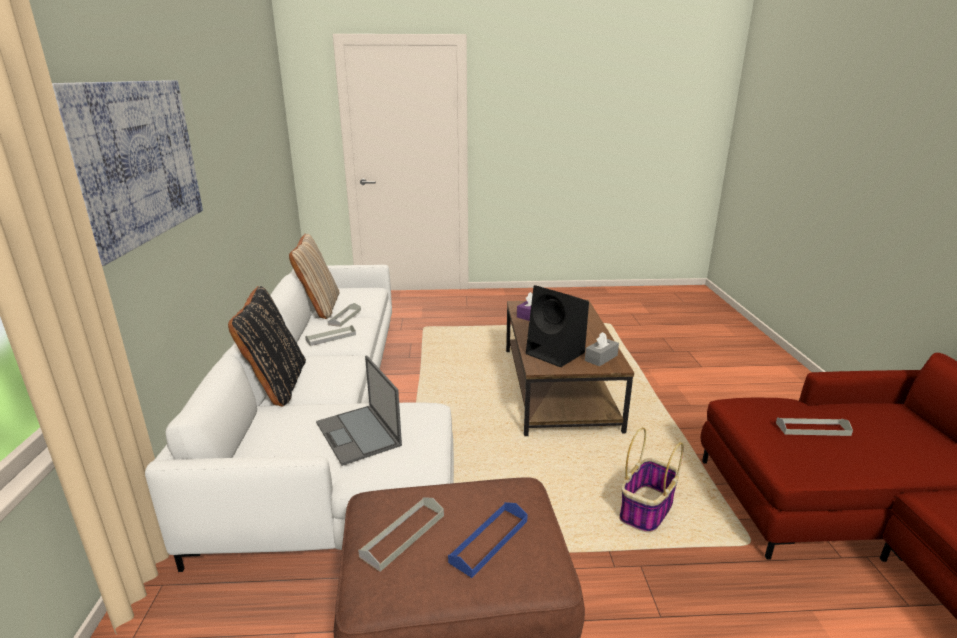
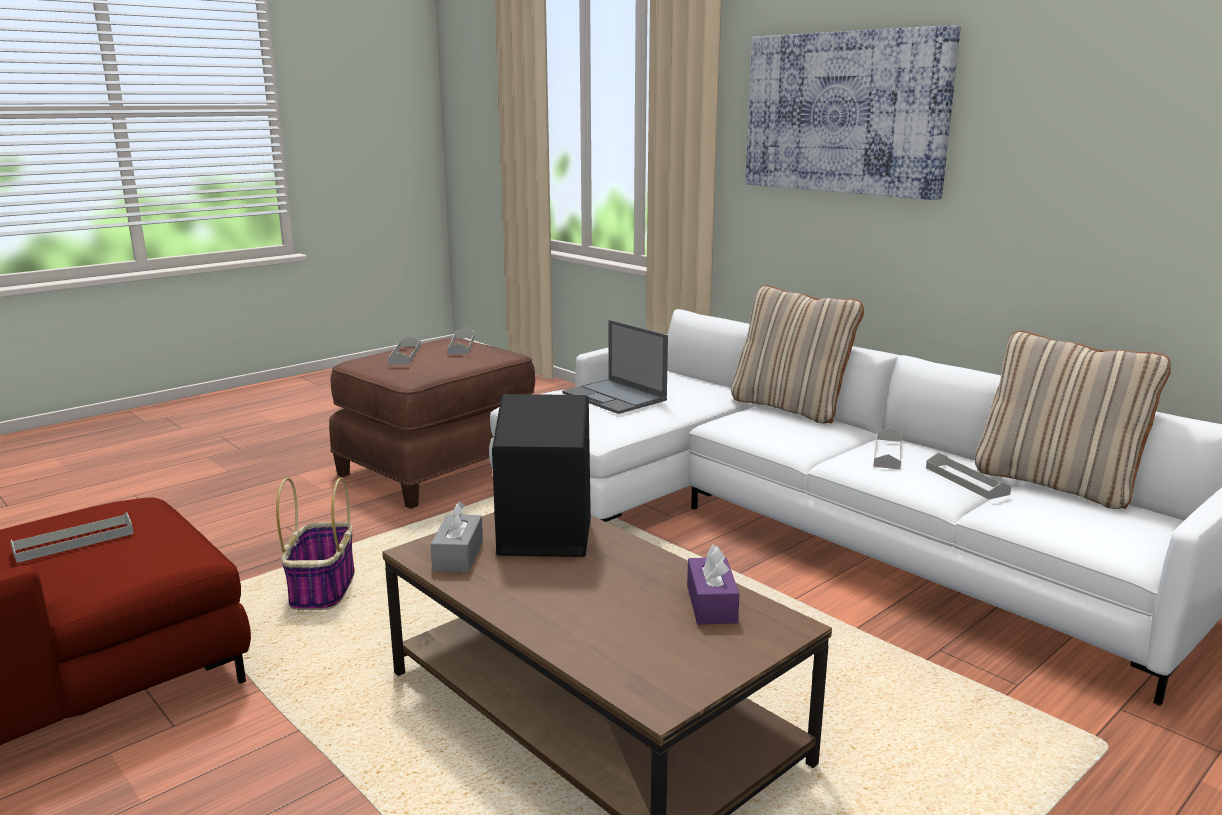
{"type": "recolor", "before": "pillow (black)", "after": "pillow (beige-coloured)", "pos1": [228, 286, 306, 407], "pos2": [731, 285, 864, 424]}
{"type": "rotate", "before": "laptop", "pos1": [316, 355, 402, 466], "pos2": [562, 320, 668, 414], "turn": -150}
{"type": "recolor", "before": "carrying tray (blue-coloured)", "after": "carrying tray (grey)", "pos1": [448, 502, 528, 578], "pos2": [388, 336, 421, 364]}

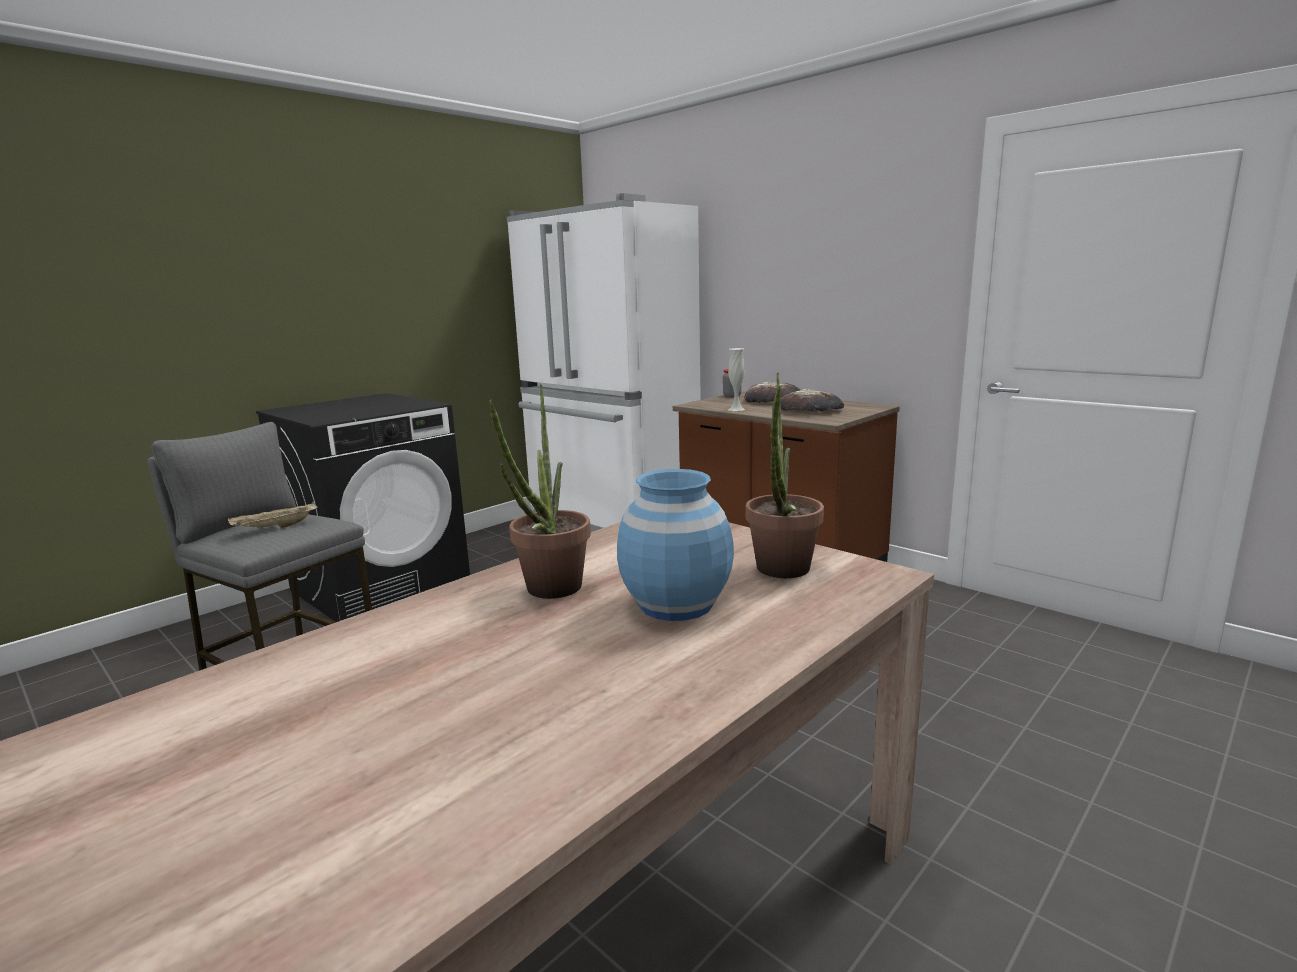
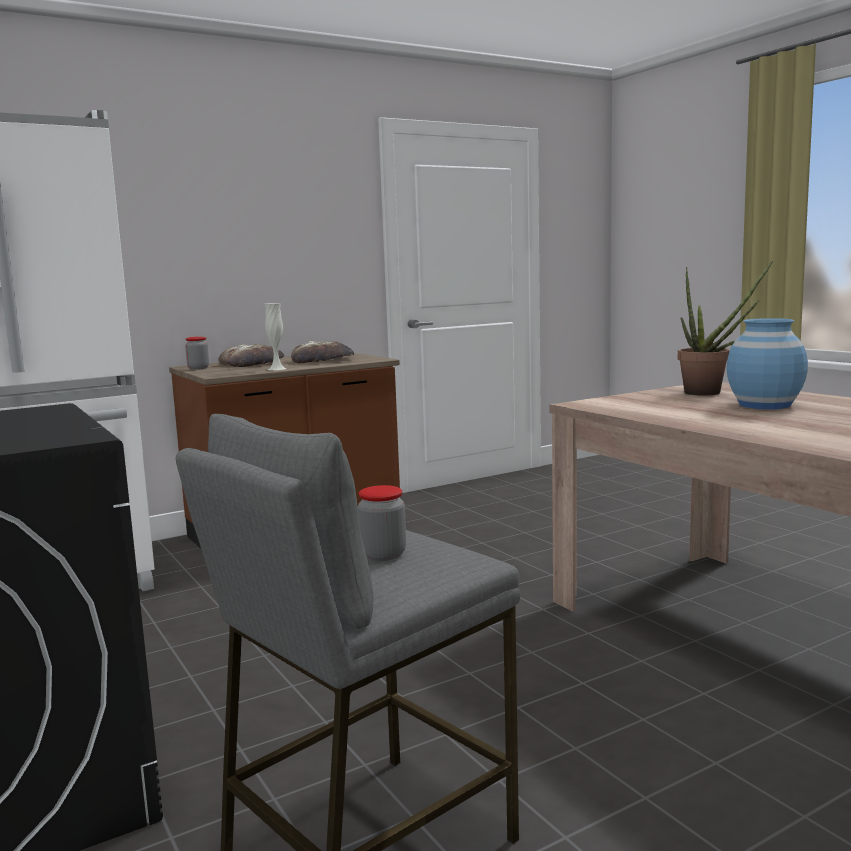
{"type": "replace", "before": "carrying tray (beige-coloured)", "after": "jar", "pos1": [228, 502, 318, 528], "pos2": [358, 485, 406, 561]}
{"type": "delete", "before": "plant in a pot", "pos1": [489, 385, 591, 599]}

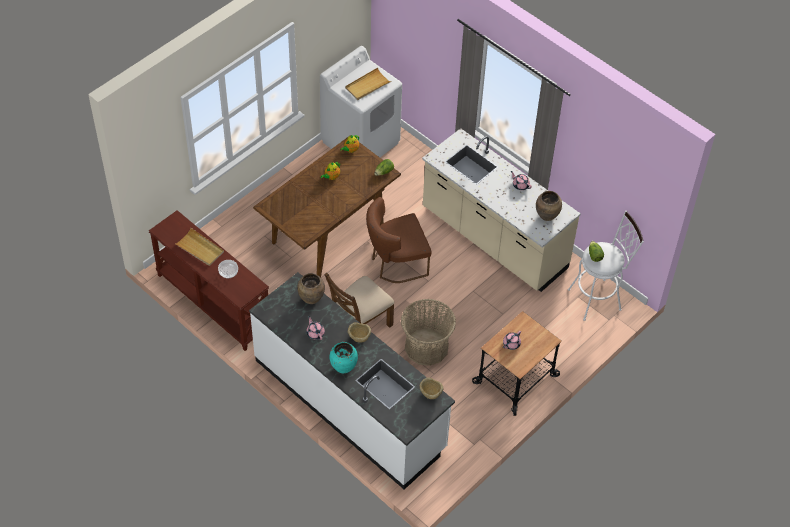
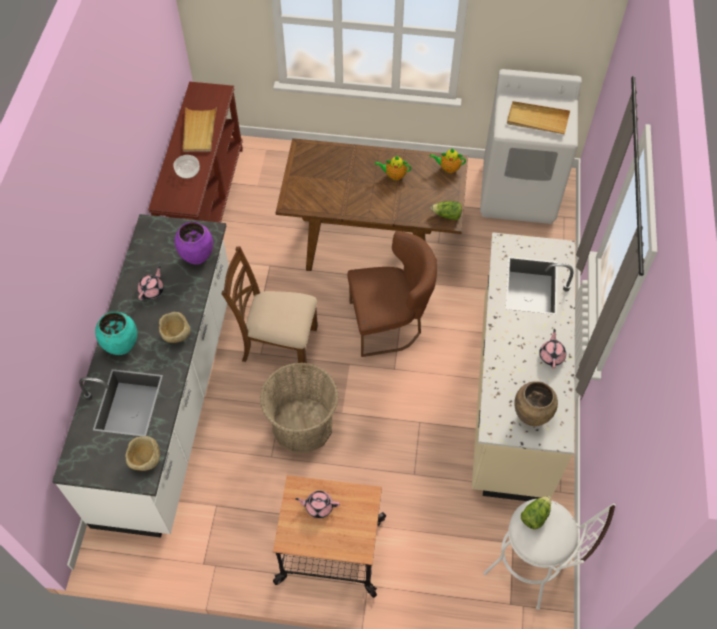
{"type": "recolor", "before": "flower vase (brown-coloured)", "after": "flower vase (purplish)", "pos1": [297, 273, 325, 304], "pos2": [175, 222, 213, 265]}
{"type": "rotate", "before": "upright chair (brown-coloured)", "pos1": [366, 197, 431, 283], "pos2": [348, 231, 437, 357], "turn": 135}

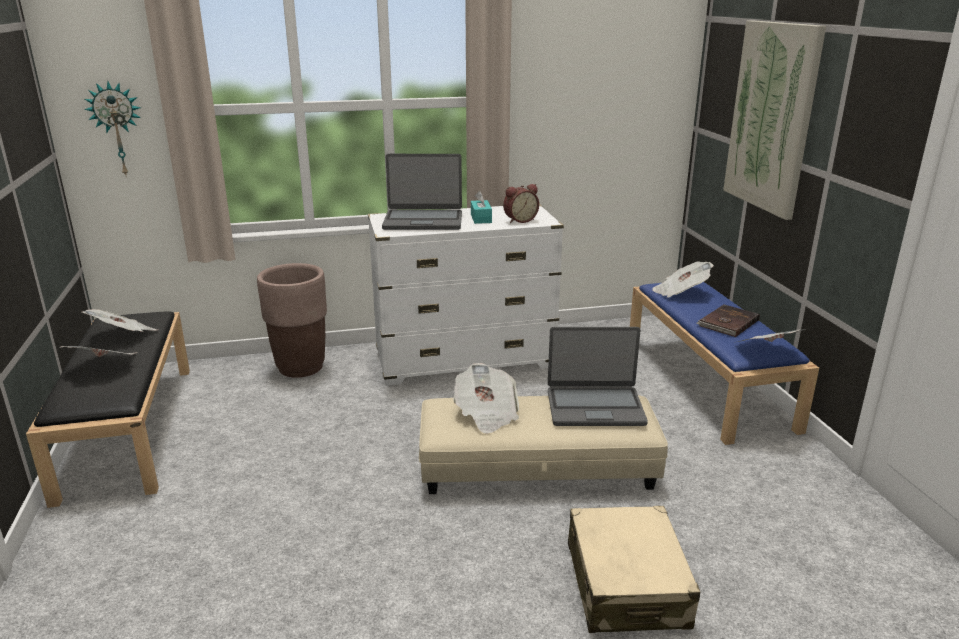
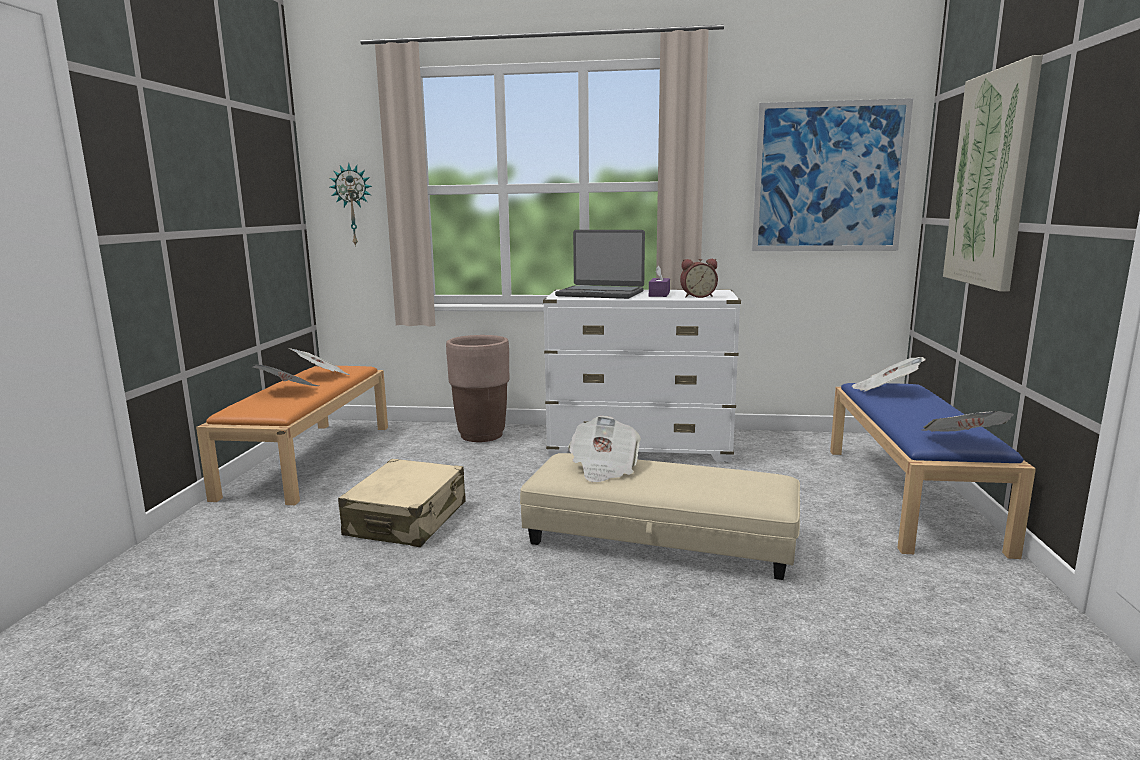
{"type": "recolor", "before": "bench (black)", "after": "bench (orange-coloured)", "pos1": [26, 311, 190, 508], "pos2": [196, 366, 388, 505]}
{"type": "recolor", "before": "tissue holder (turquoise)", "after": "tissue holder (purplish)", "pos1": [471, 191, 492, 224], "pos2": [649, 266, 670, 297]}
{"type": "delete", "before": "laptop", "pos1": [548, 327, 648, 426]}
{"type": "move", "before": "suitcase (beige-coloured)", "pos1": [568, 506, 700, 633], "pos2": [338, 459, 466, 547]}
{"type": "delete", "before": "volume (brown-coloured)", "pos1": [696, 305, 760, 337]}
{"type": "insert", "after": "picture", "pos2": [752, 98, 913, 251]}

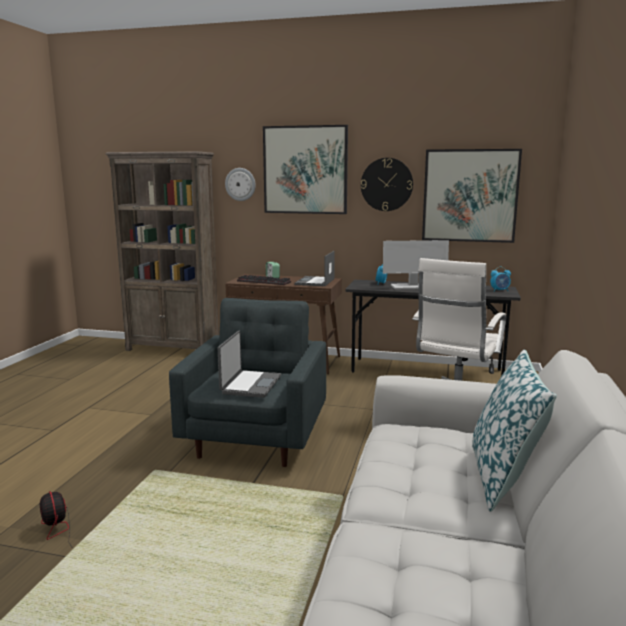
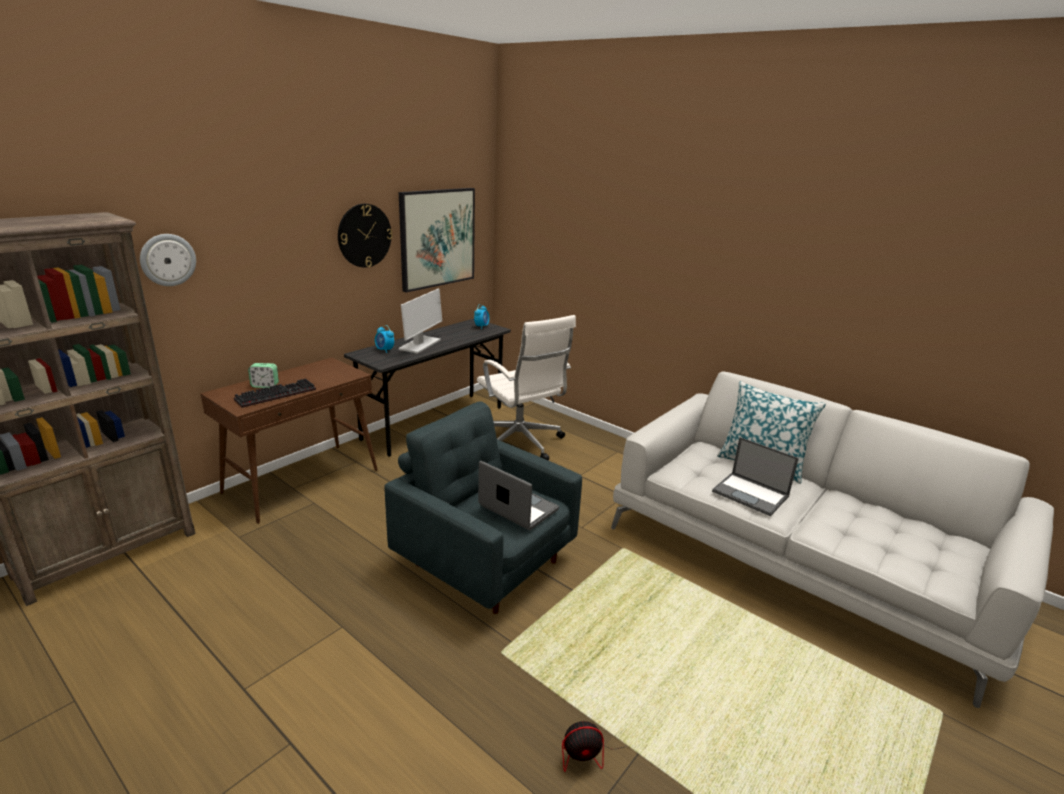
{"type": "delete", "before": "picture", "pos1": [263, 125, 348, 214]}
{"type": "move", "before": "laptop", "pos1": [294, 251, 335, 286], "pos2": [712, 437, 799, 516]}

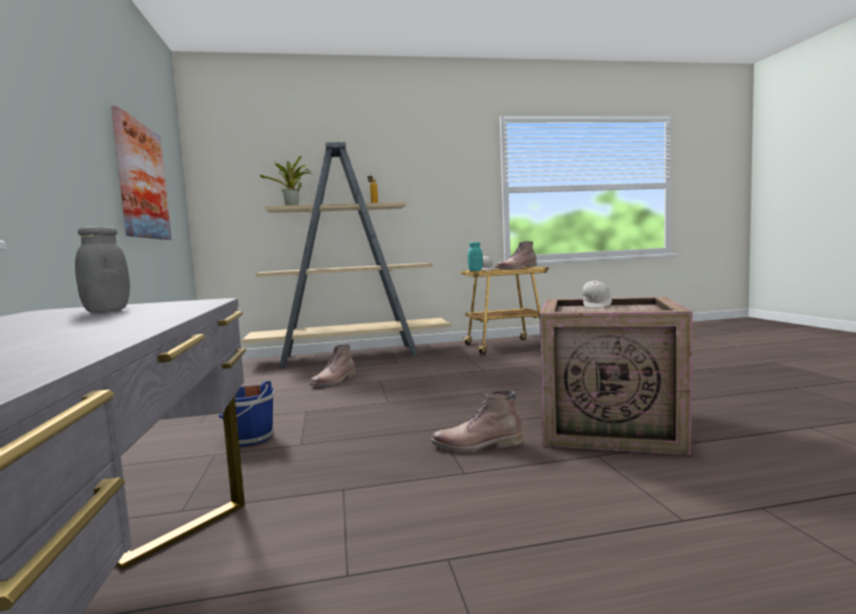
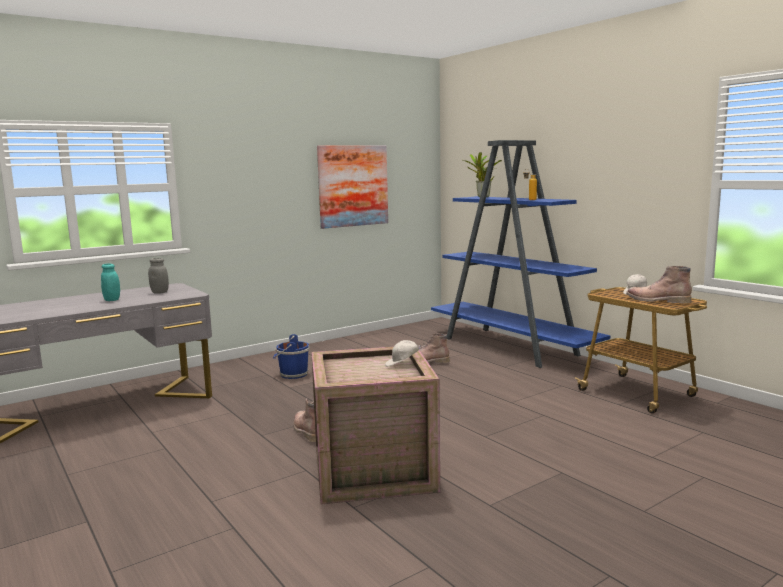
{"type": "recolor", "before": "bookshelf (beige-coloured)", "after": "bookshelf (blue-coloured)", "pos1": [242, 142, 451, 368], "pos2": [431, 140, 610, 368]}
{"type": "move", "before": "jar (turquoise)", "pos1": [467, 242, 483, 271], "pos2": [101, 264, 120, 301]}

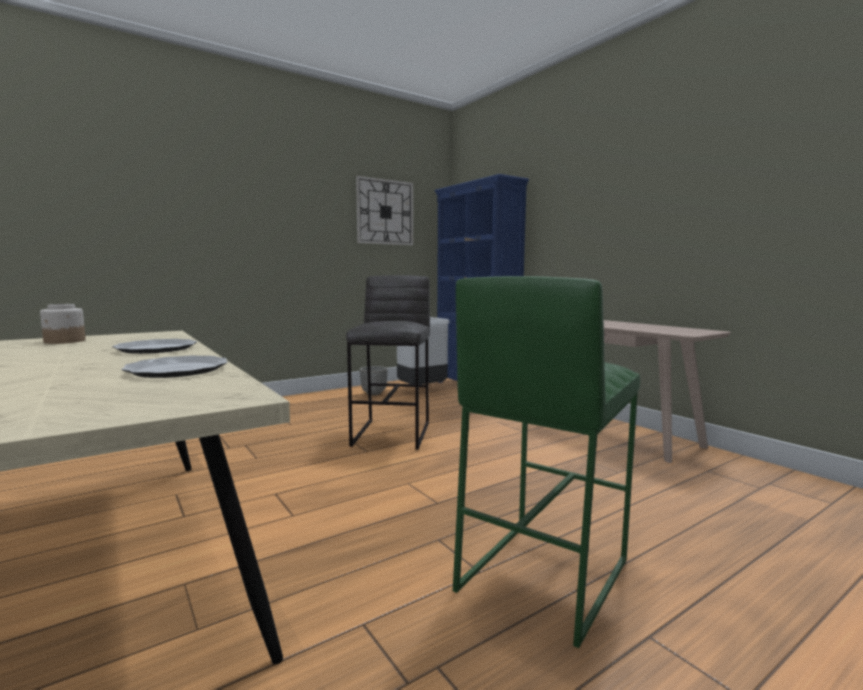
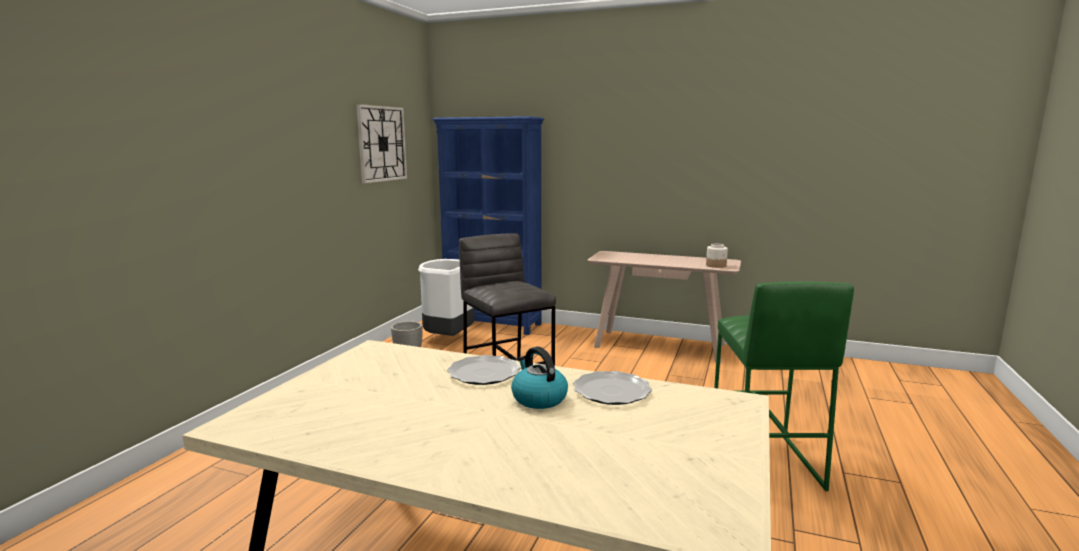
{"type": "move", "before": "jar", "pos1": [40, 304, 86, 344], "pos2": [706, 244, 728, 268]}
{"type": "insert", "after": "tea kettle", "pos2": [511, 347, 568, 409]}

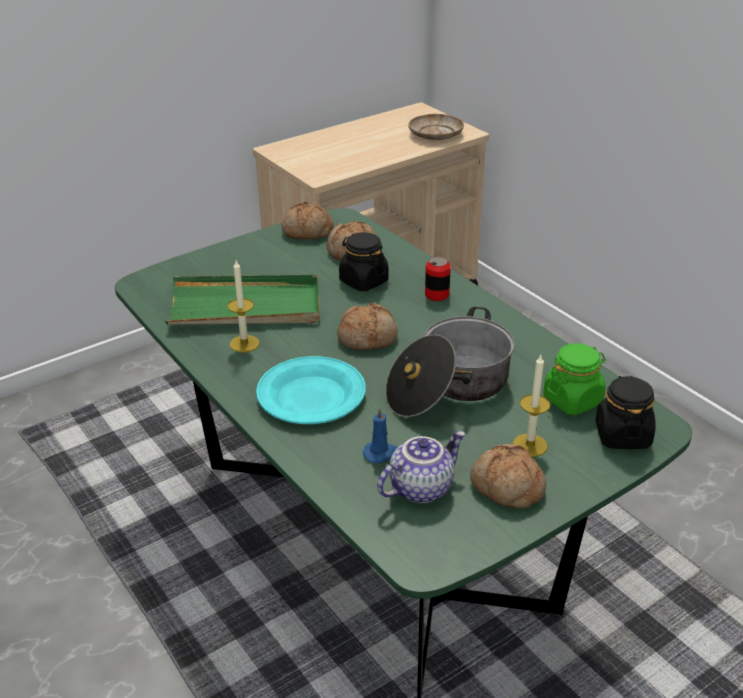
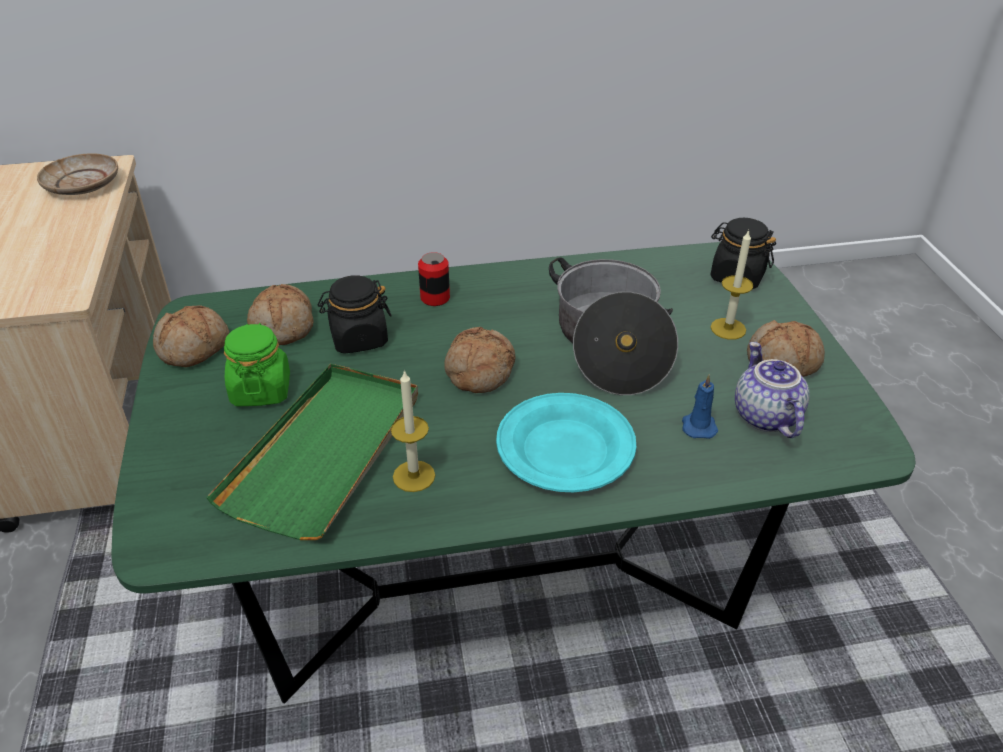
{"type": "move", "before": "jar (greenish)", "pos1": [543, 343, 606, 415], "pos2": [224, 323, 290, 406]}

